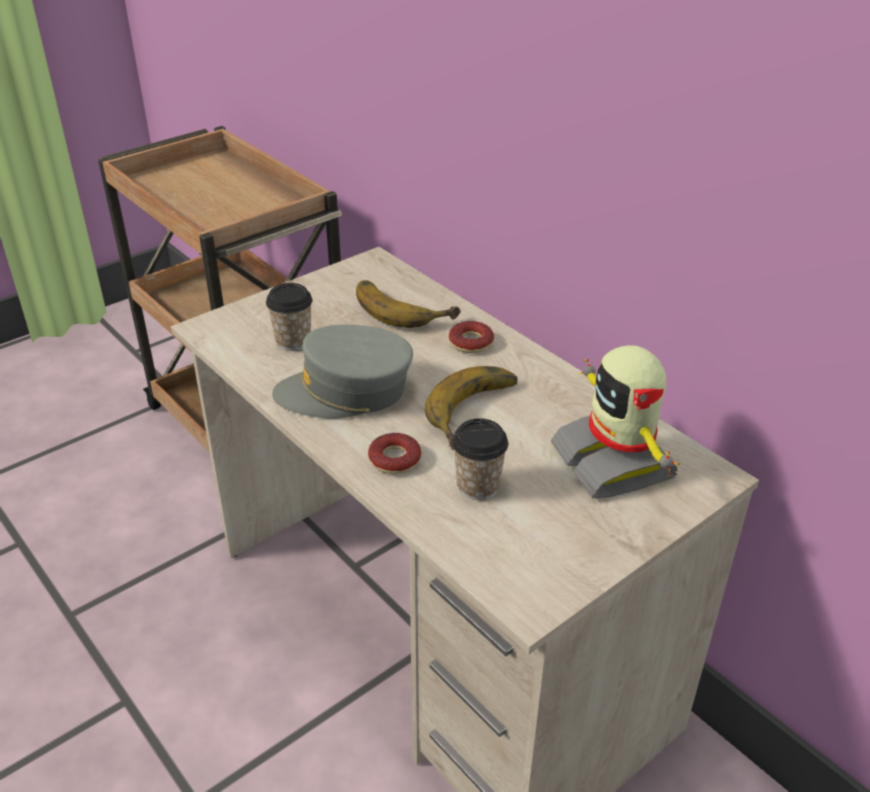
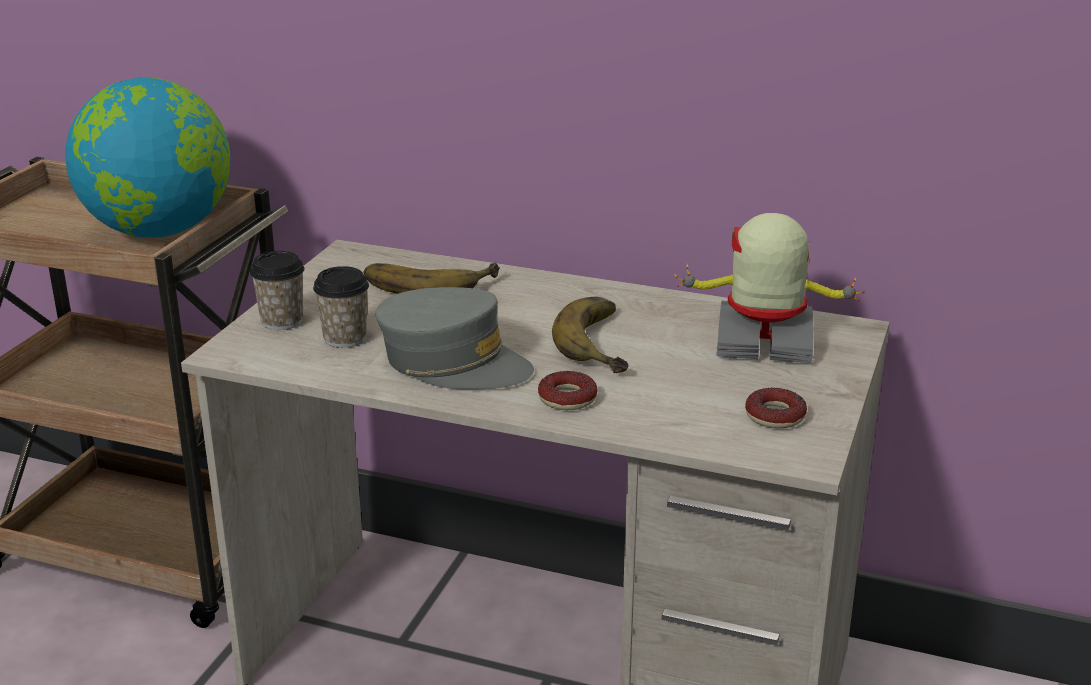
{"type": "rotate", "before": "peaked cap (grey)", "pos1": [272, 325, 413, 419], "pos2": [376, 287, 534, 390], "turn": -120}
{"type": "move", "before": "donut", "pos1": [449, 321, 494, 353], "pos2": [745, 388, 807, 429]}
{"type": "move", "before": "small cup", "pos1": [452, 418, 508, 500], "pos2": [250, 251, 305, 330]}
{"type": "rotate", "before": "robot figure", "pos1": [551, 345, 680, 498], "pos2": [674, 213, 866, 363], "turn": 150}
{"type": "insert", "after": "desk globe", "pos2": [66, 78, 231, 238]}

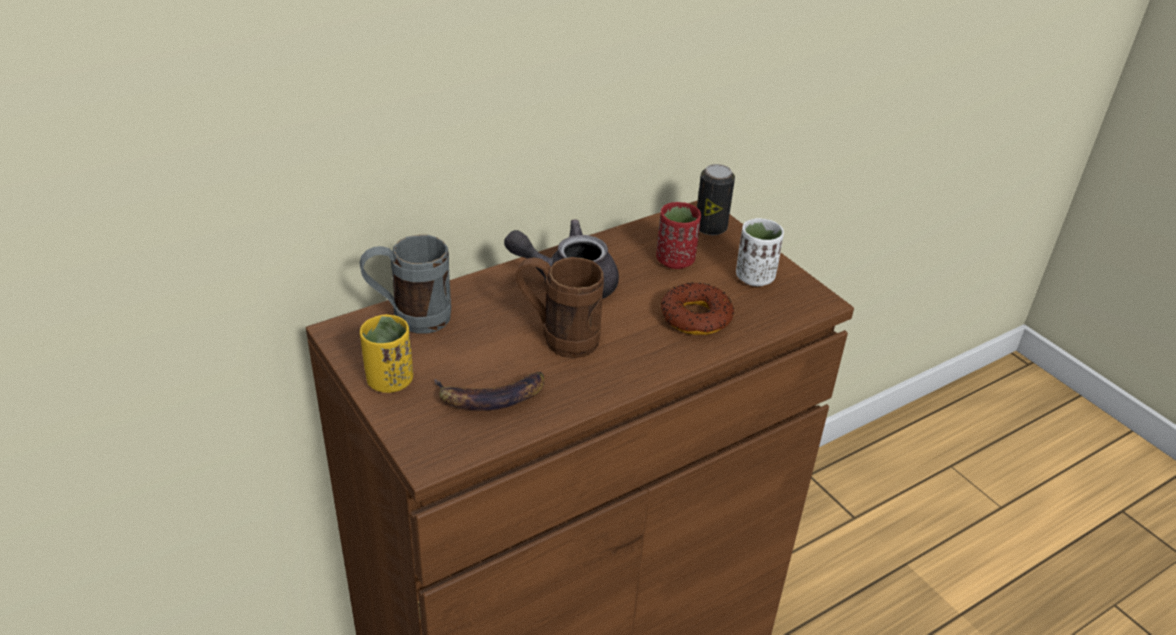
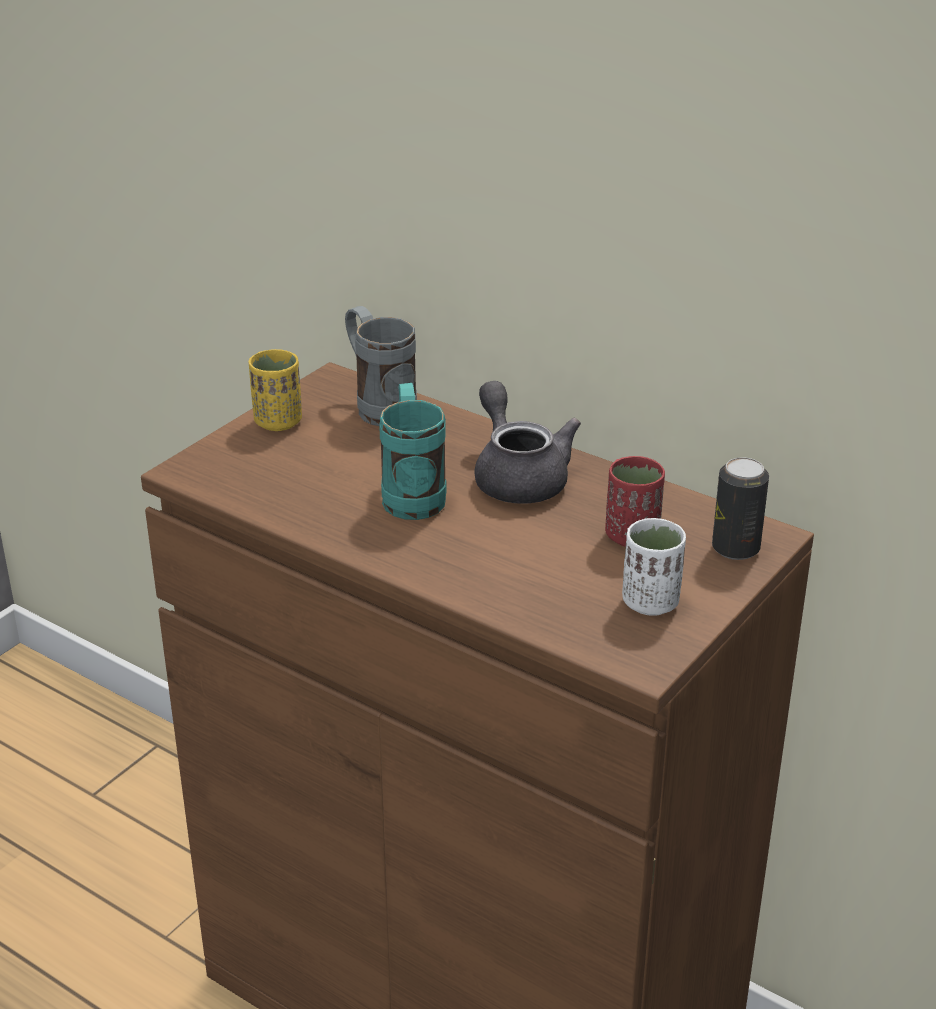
{"type": "delete", "before": "banana fruit", "pos1": [434, 372, 544, 411]}
{"type": "recolor", "before": "coffee mug (brown-coloured)", "after": "coffee mug (turquoise)", "pos1": [515, 257, 604, 358], "pos2": [379, 383, 447, 520]}
{"type": "delete", "before": "donut", "pos1": [661, 282, 734, 335]}

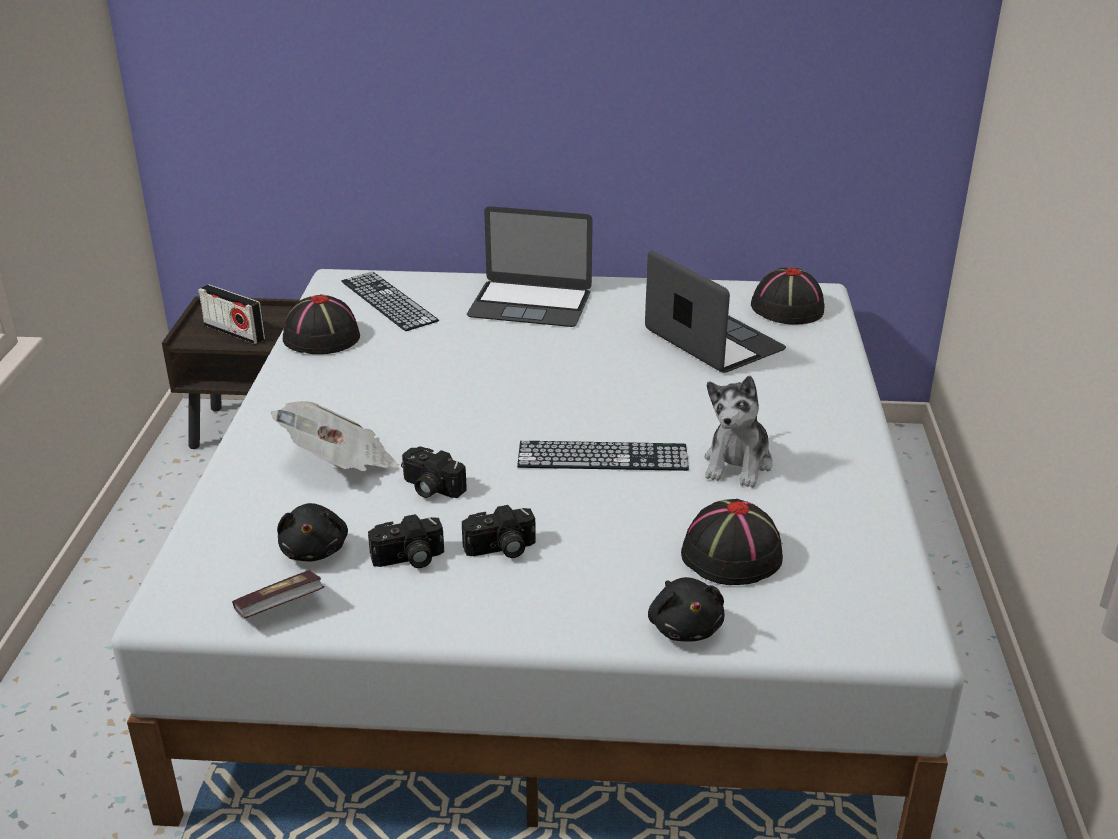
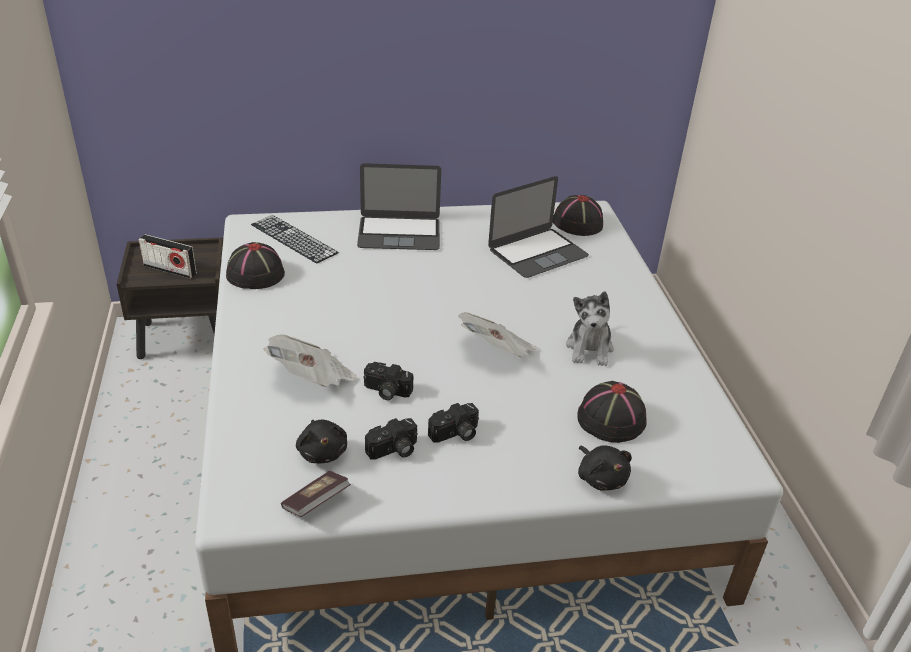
{"type": "replace", "before": "keyboard", "after": "daily paper", "pos1": [517, 441, 689, 471], "pos2": [458, 312, 538, 357]}
{"type": "rotate", "before": "laptop", "pos1": [645, 250, 786, 373], "pos2": [488, 176, 589, 278], "turn": 105}

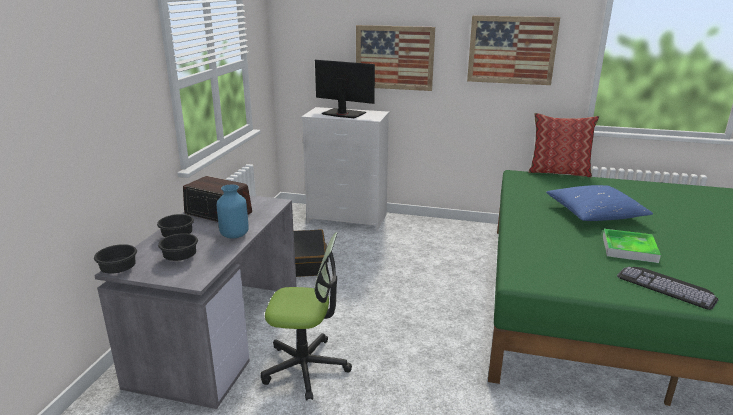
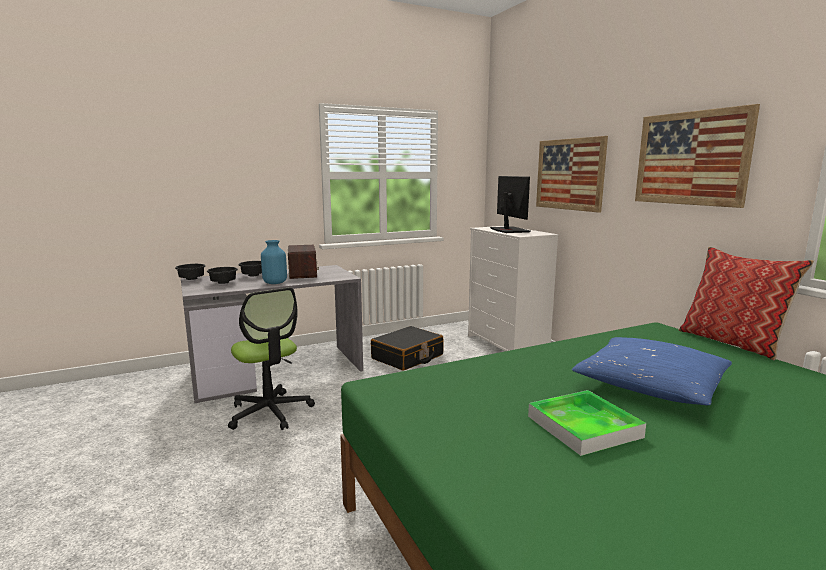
{"type": "delete", "before": "keyboard", "pos1": [617, 267, 718, 310]}

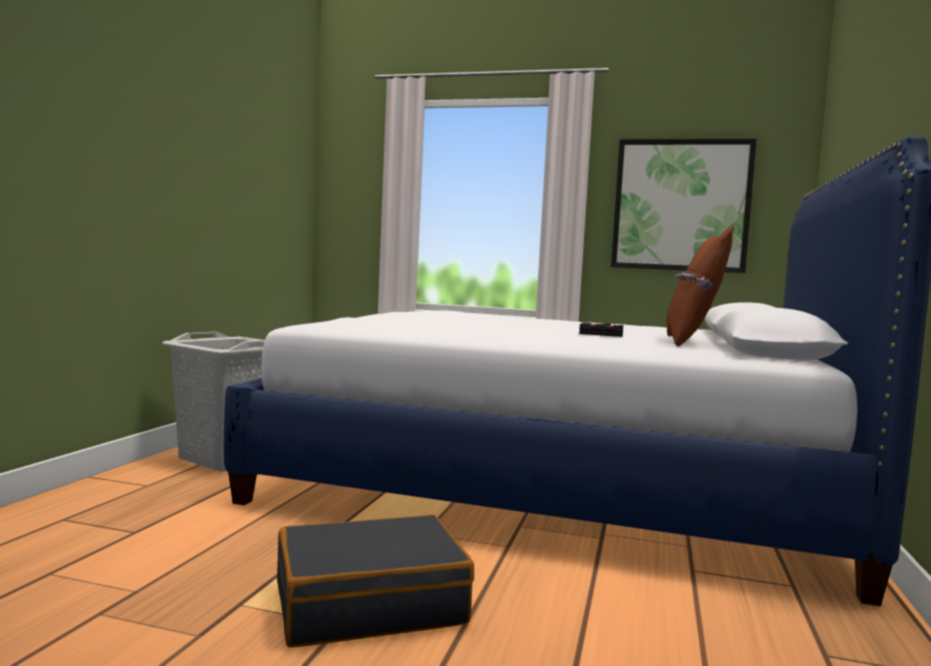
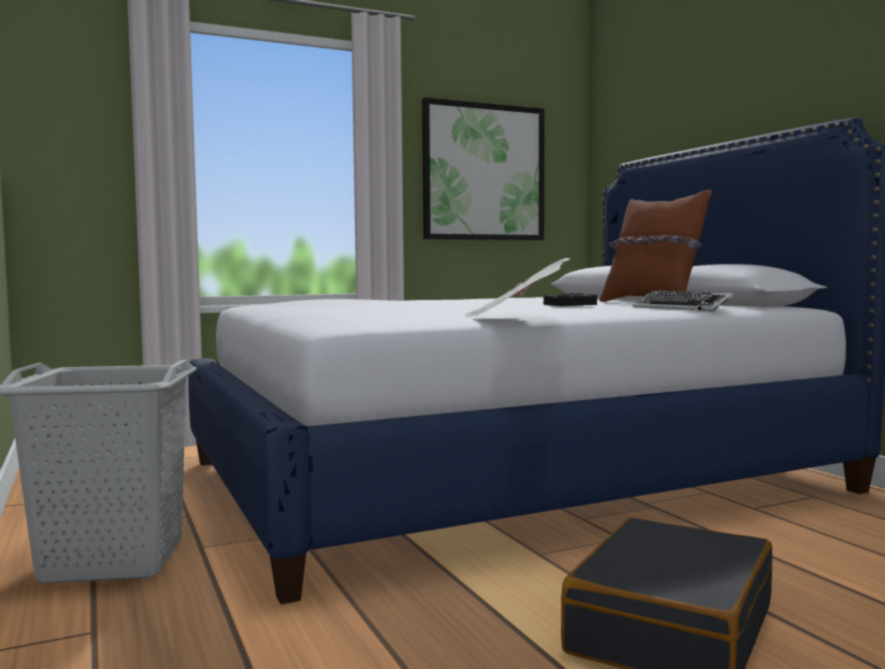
{"type": "insert", "after": "daily paper", "pos2": [464, 258, 570, 317]}
{"type": "insert", "after": "keyboard", "pos2": [633, 290, 733, 311]}

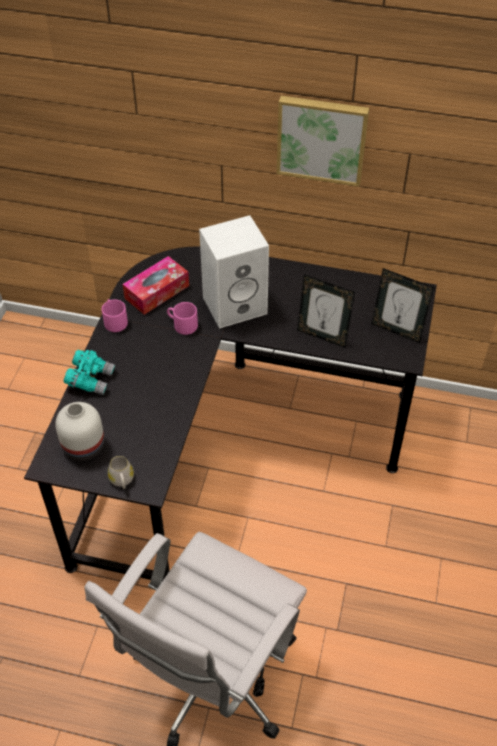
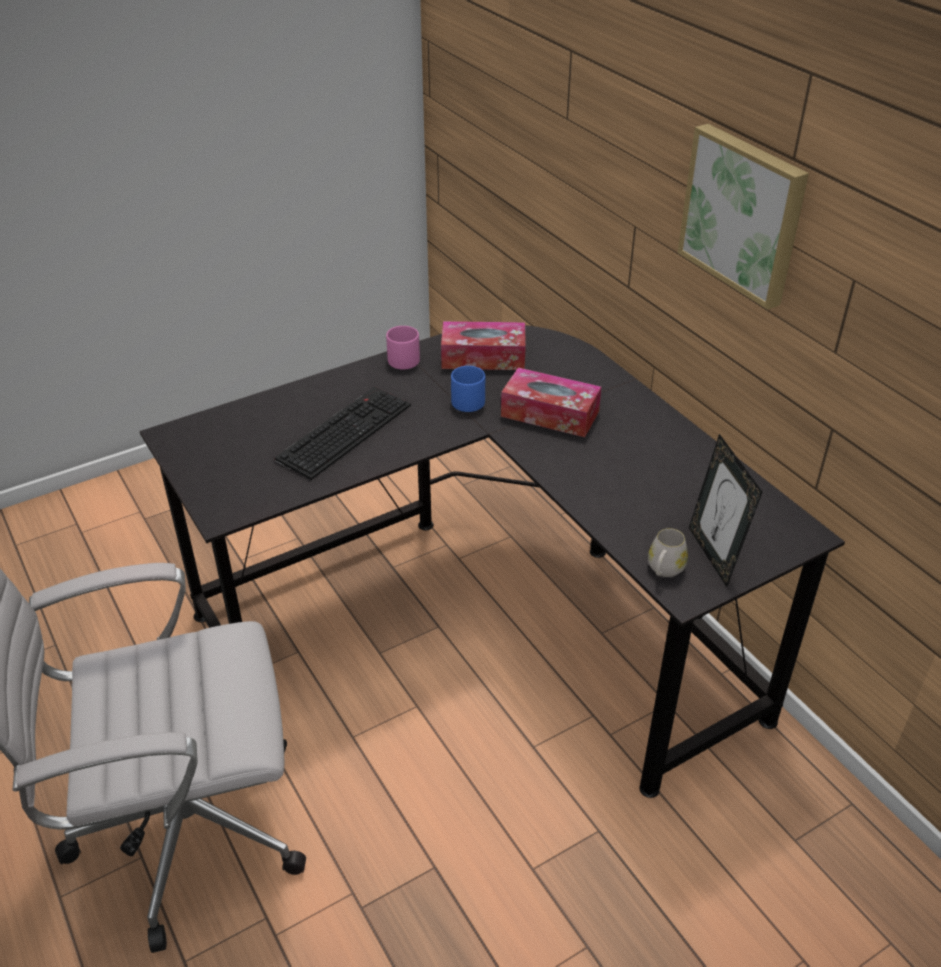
{"type": "delete", "before": "flower vase (white-coloured)", "pos1": [55, 402, 104, 461]}
{"type": "delete", "before": "binoculars (turquoise)", "pos1": [64, 350, 115, 395]}
{"type": "move", "before": "coffee mug (white-coloured)", "pos1": [108, 456, 134, 489], "pos2": [648, 528, 688, 577]}
{"type": "recolor", "before": "coffee mug (pinkish)", "after": "coffee mug (blue-coloured)", "pos1": [167, 302, 198, 335], "pos2": [451, 366, 485, 412]}
{"type": "replace", "before": "audio speaker (white-coloured)", "after": "tissue holder", "pos1": [199, 215, 269, 329], "pos2": [501, 368, 601, 437]}
{"type": "delete", "before": "photo frame", "pos1": [297, 274, 355, 348]}
{"type": "insert", "after": "keyboard", "pos2": [275, 387, 411, 480]}

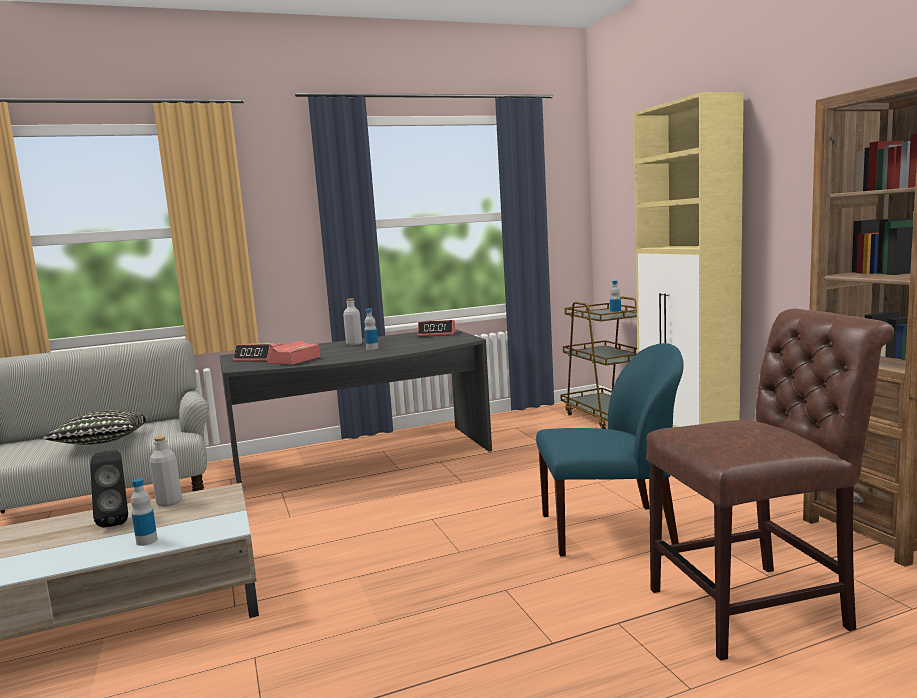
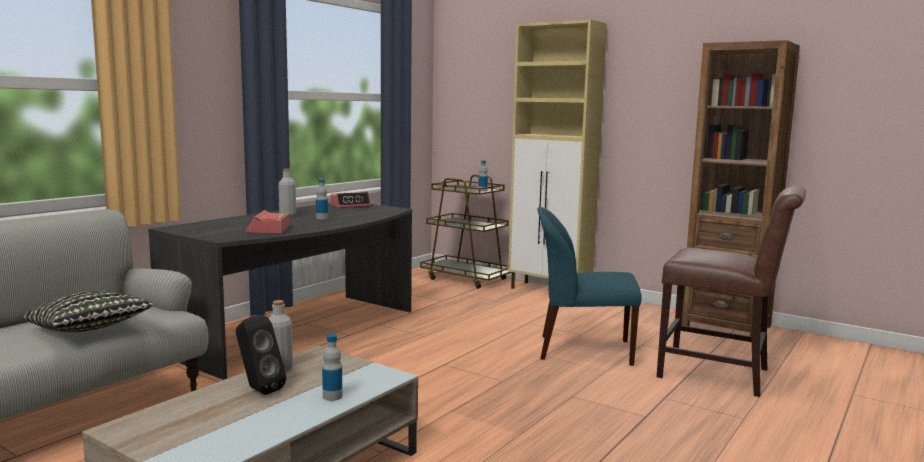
{"type": "delete", "before": "bedside clock", "pos1": [233, 343, 283, 362]}
{"type": "rotate", "before": "upright chair (blue-coloured)", "pos1": [536, 343, 684, 557], "pos2": [538, 207, 641, 366], "turn": -135}
{"type": "rotate", "before": "upright chair (brown-coloured)", "pos1": [646, 309, 894, 661], "pos2": [657, 186, 806, 397], "turn": 75}

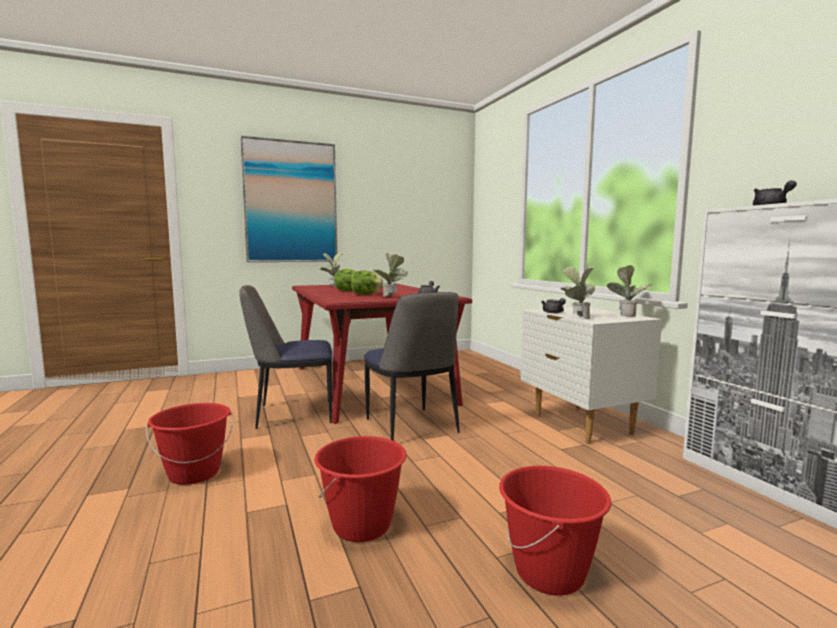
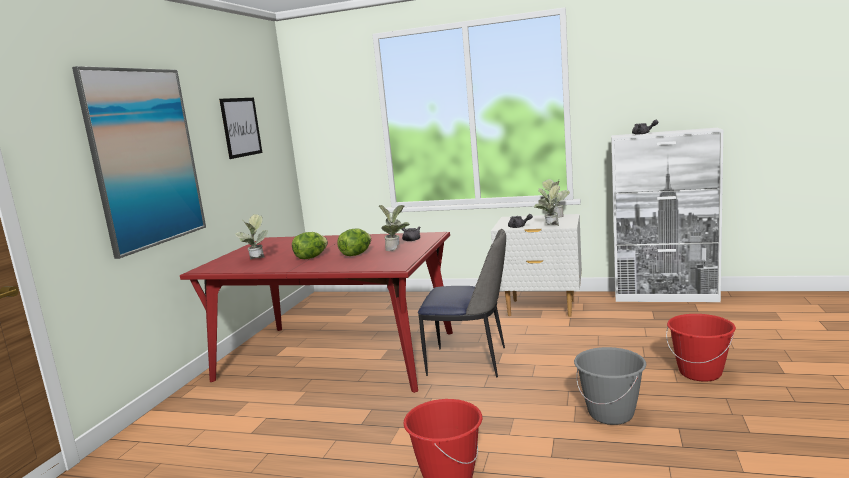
{"type": "delete", "before": "upright chair", "pos1": [239, 285, 332, 429]}
{"type": "recolor", "before": "pail (reddish)", "after": "pail (grey)", "pos1": [314, 436, 407, 542], "pos2": [574, 347, 646, 425]}
{"type": "insert", "after": "picture", "pos2": [219, 98, 262, 159]}

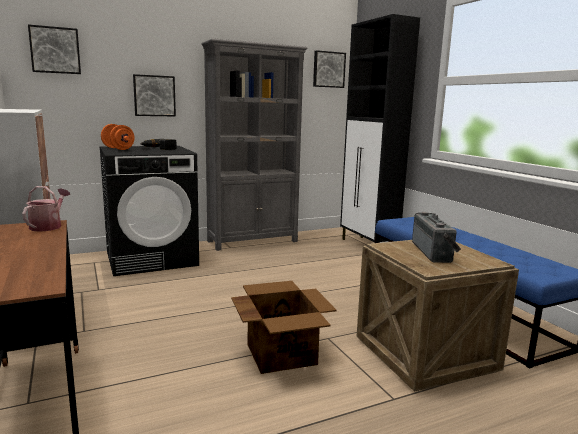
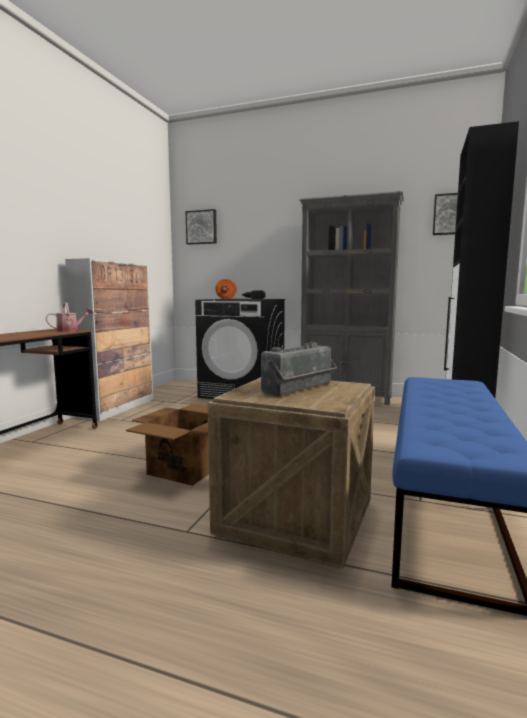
{"type": "delete", "before": "picture", "pos1": [133, 74, 176, 116]}

